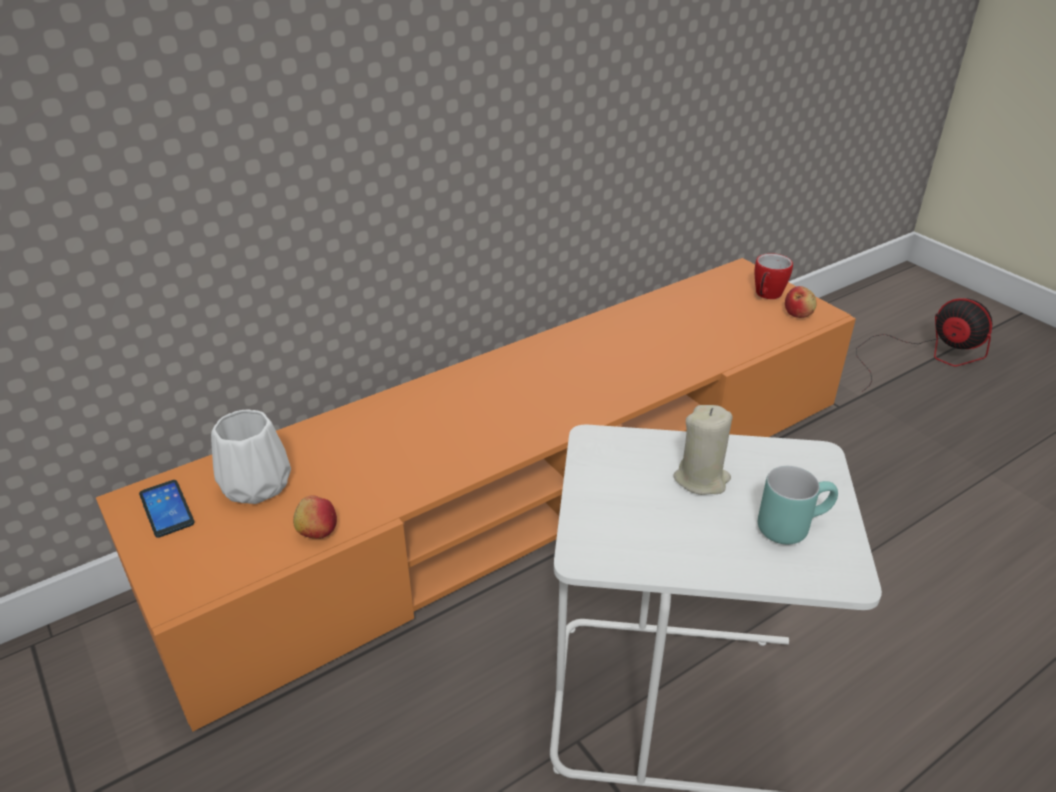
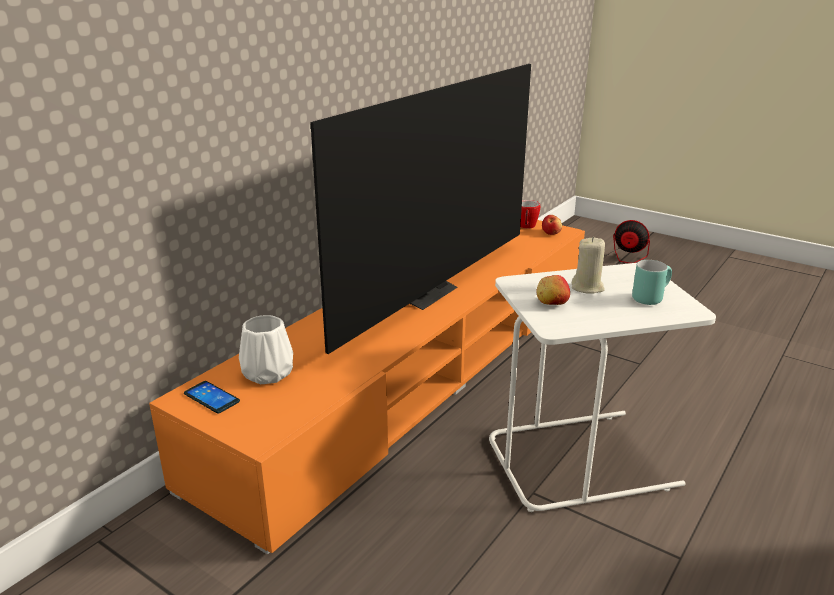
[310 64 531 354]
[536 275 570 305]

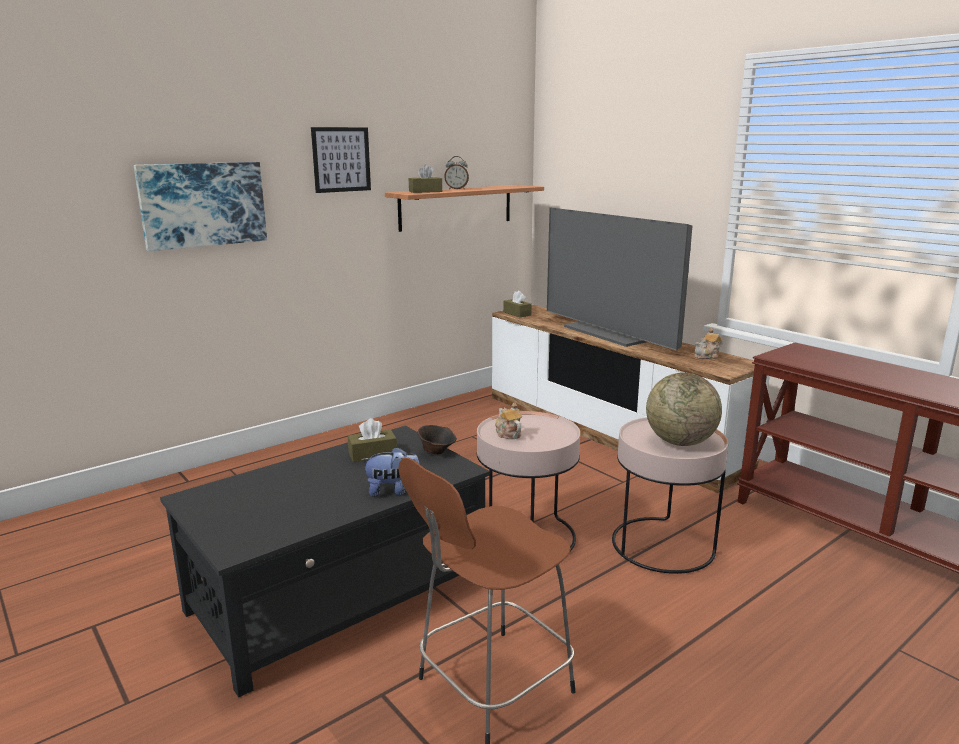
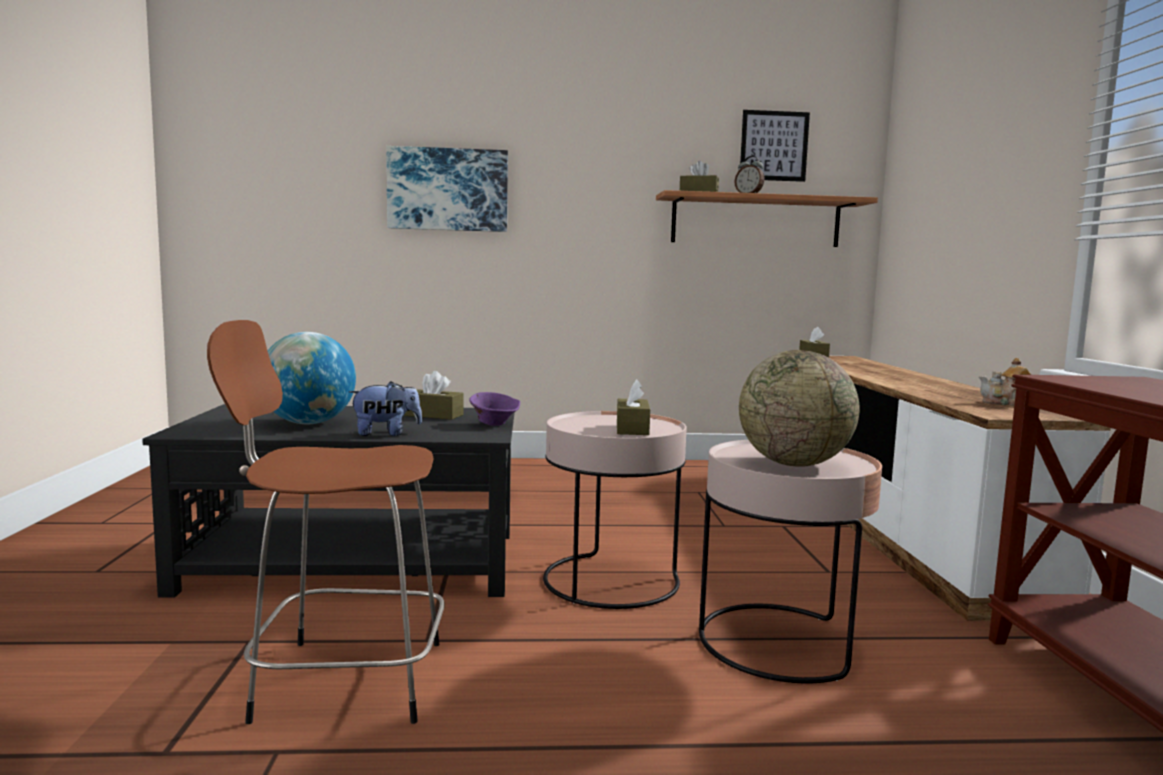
[495 402 522 439] (first image)
[547 207 693 350] (first image)
[268 332 356 424]
[617 379 650 435]
[740 110 810 182]
[469 392 520 426]
[349 381 422 436]

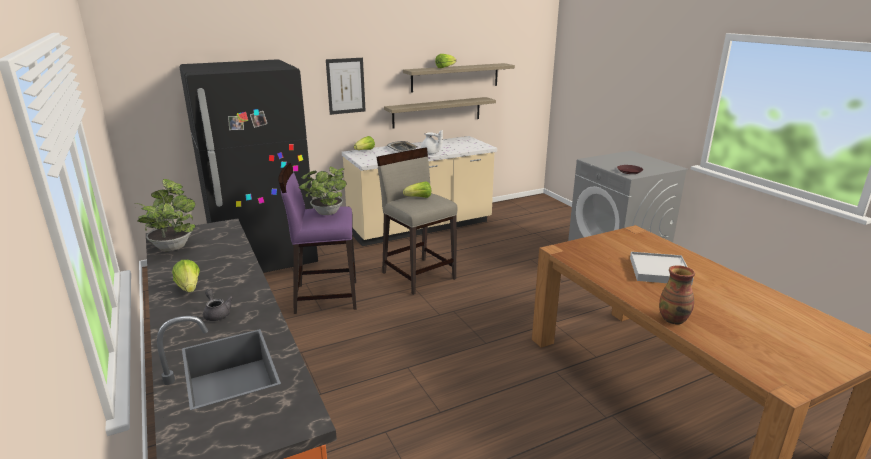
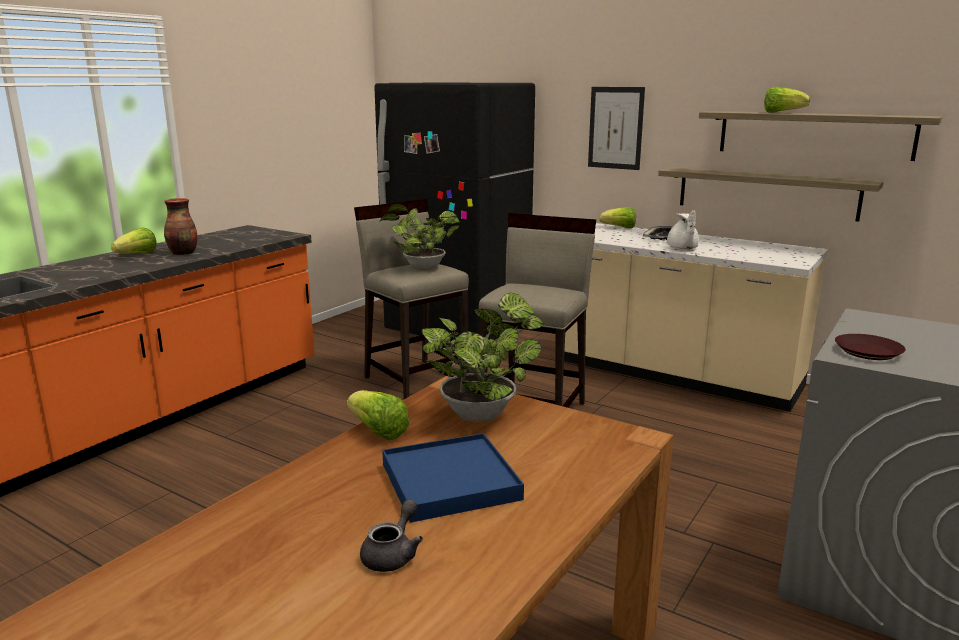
[422 293 543 422]
[360 499 423 572]
[347 390 409 441]
[164 198 197 255]
[354 199 469 399]
[382 433 524 523]

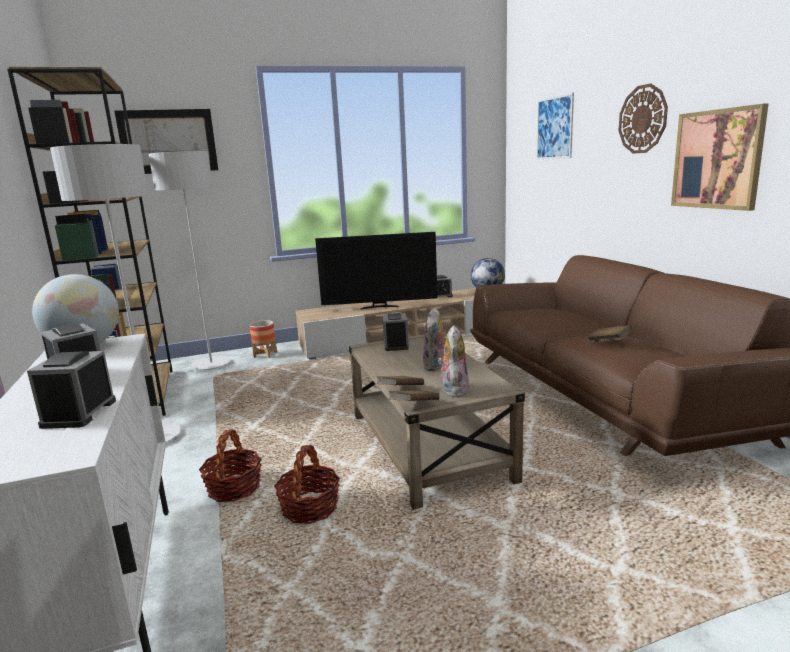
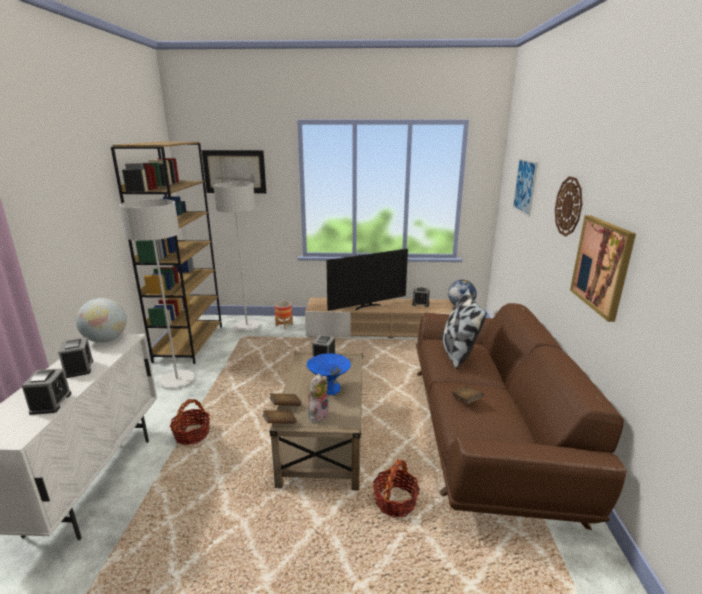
[442 288 487 369]
[373 460 420 517]
[307 353 351 395]
[21 368 71 415]
[326 249 408 311]

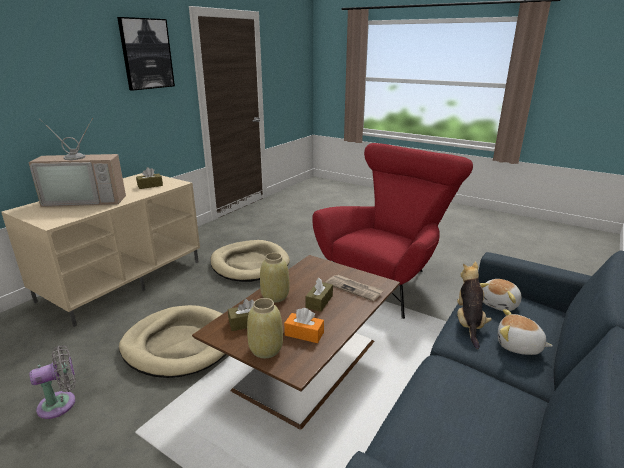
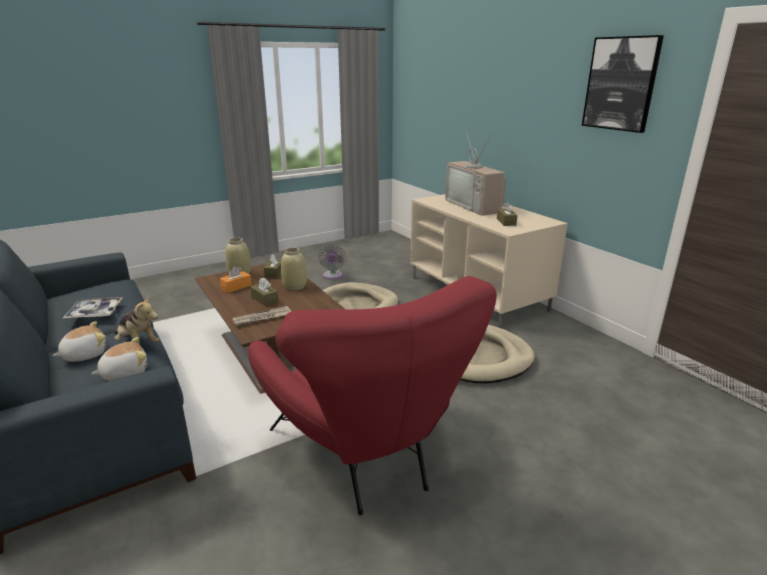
[63 297 123 318]
[445 130 506 216]
[91 337 147 381]

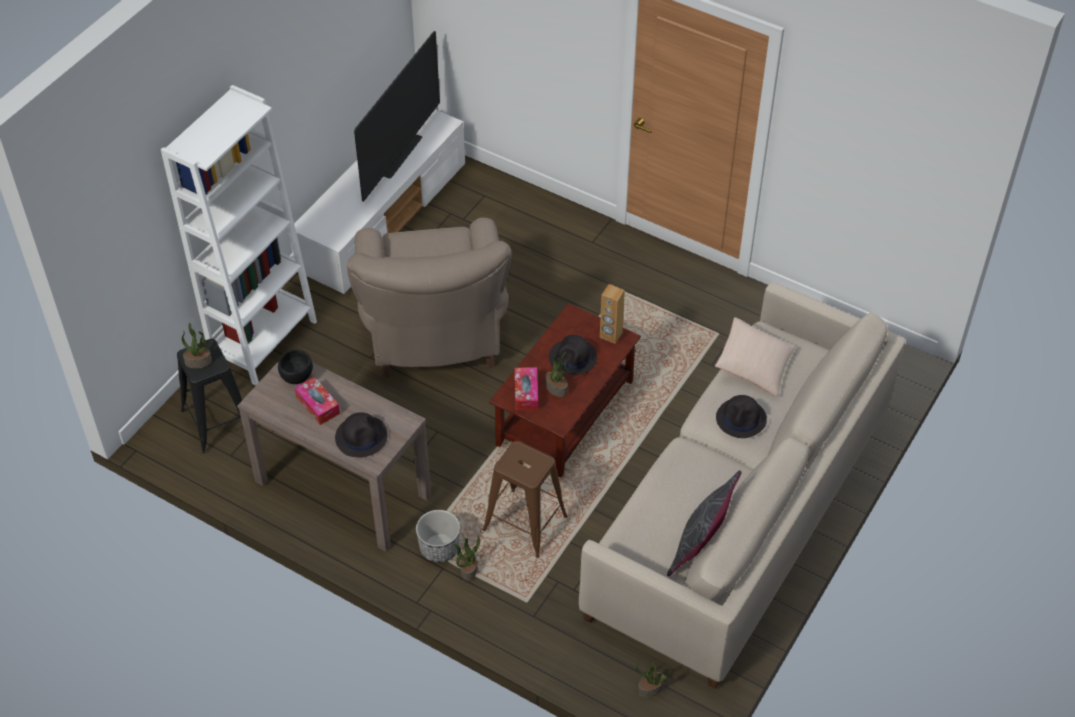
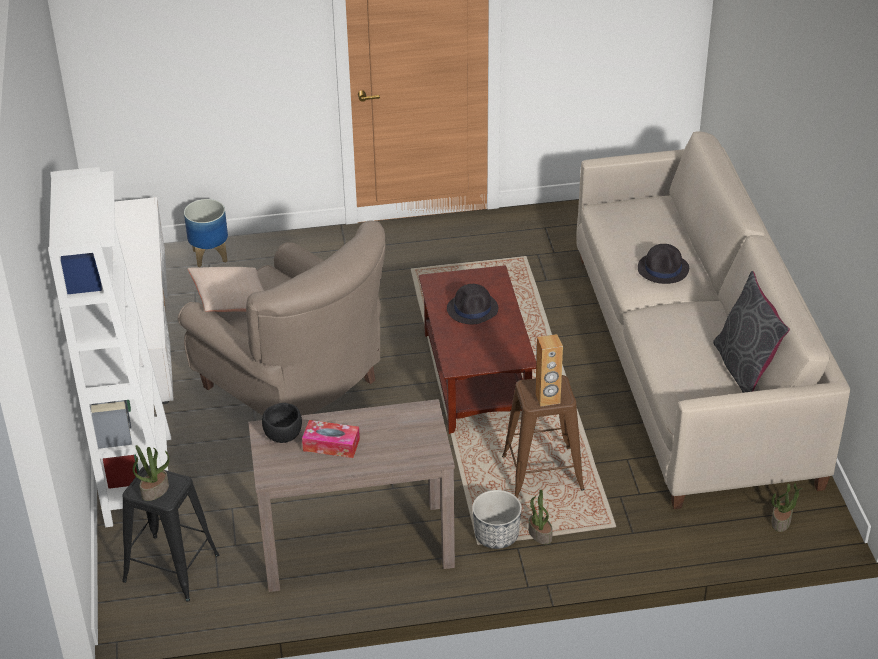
[335 412 388 457] (first image)
[354 31 440 202] (first image)
[515 367 538 410] (first image)
[545 352 568 397] (first image)
[184 199 228 267]
[535 334 563 407]
[188 267 264 312]

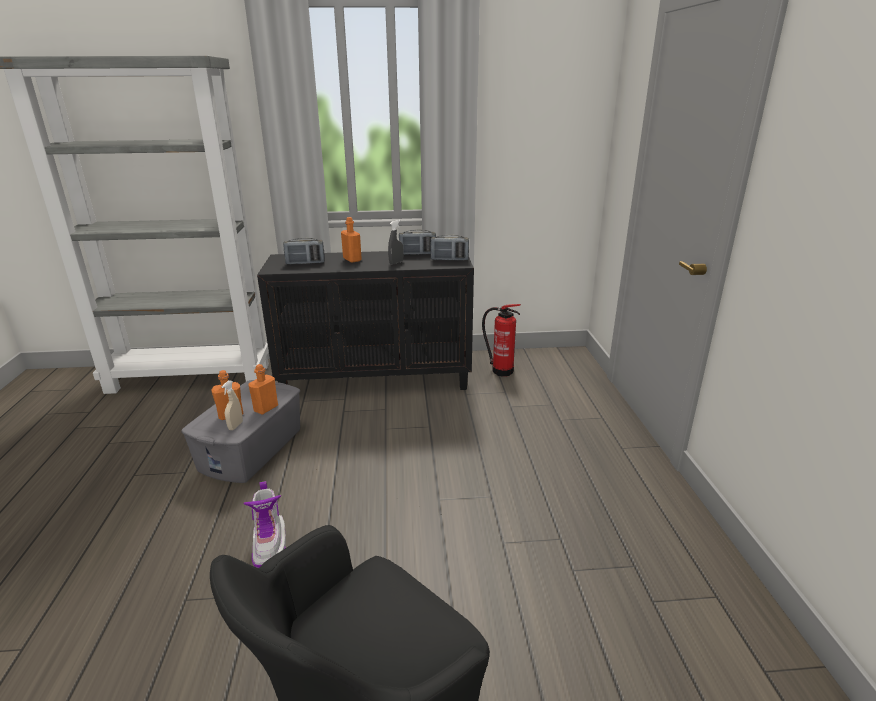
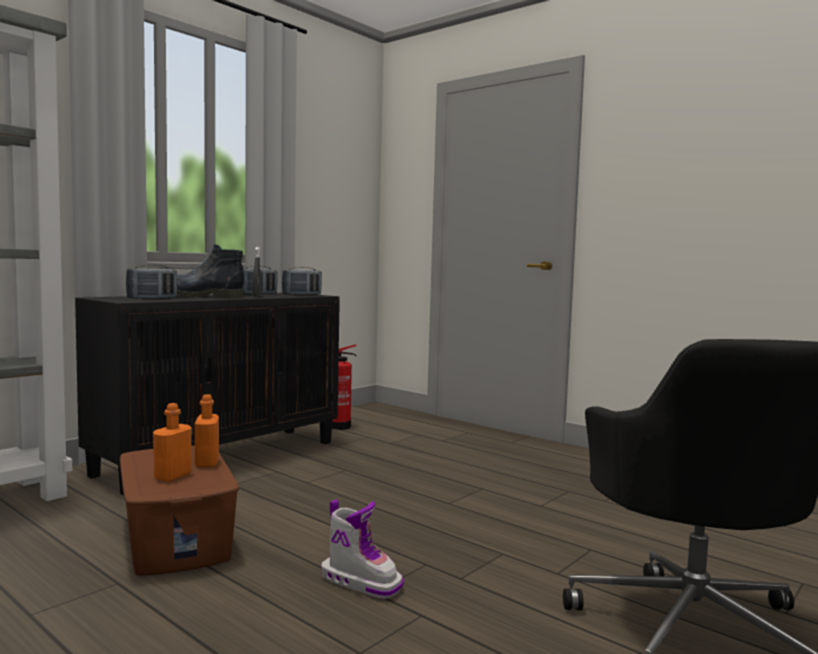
[222 380 243 430] (first image)
[177 245 244 298]
[120 445 239 576]

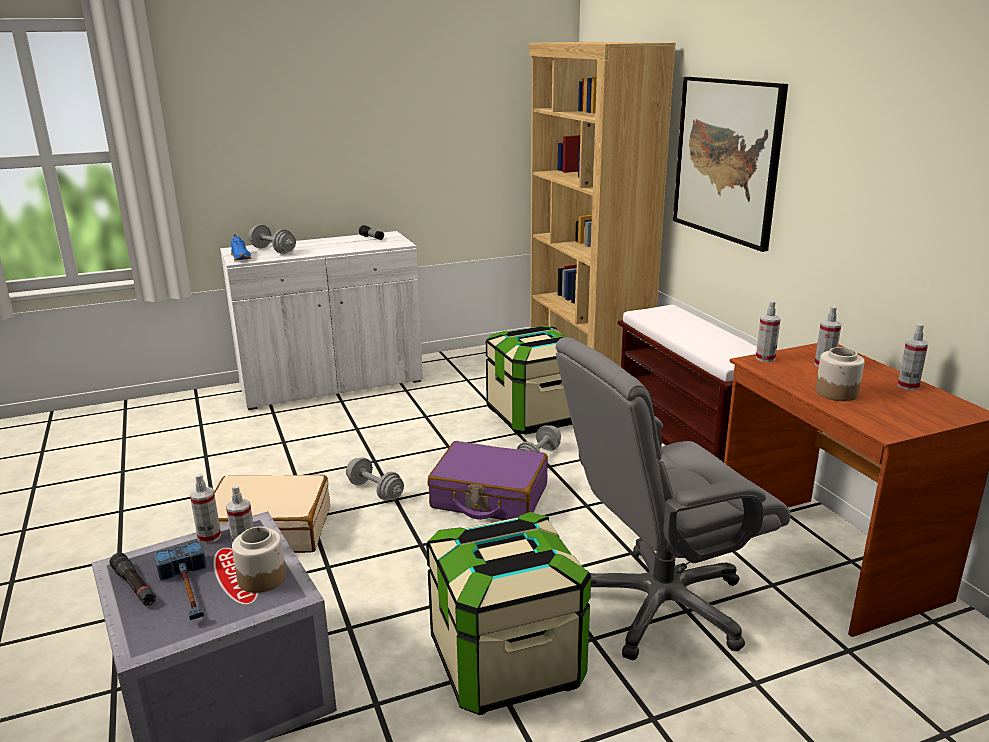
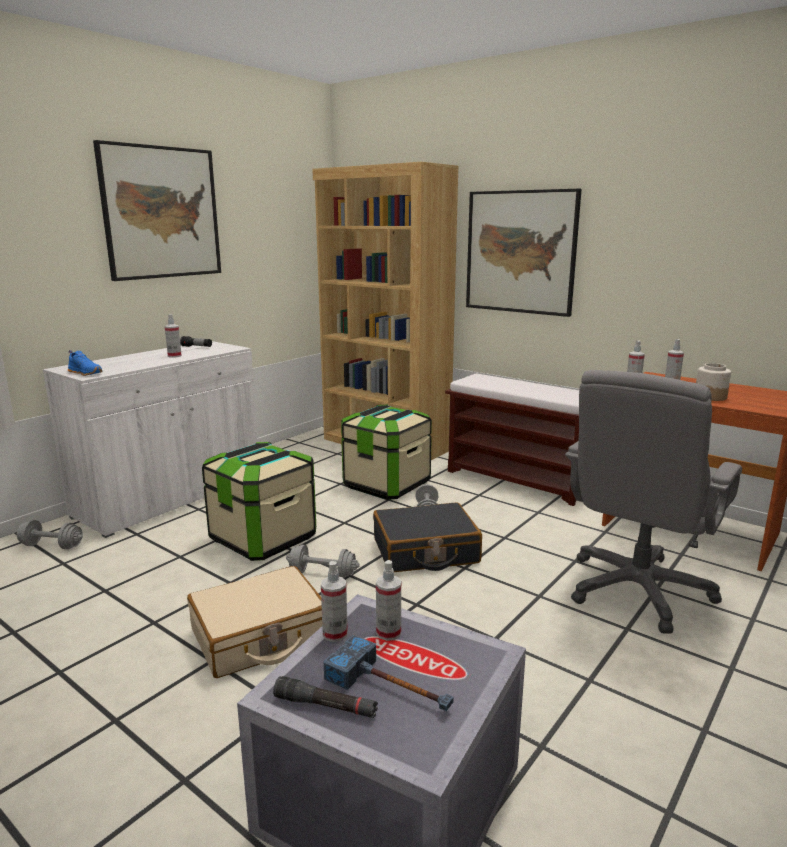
[232 527 286 593] (first image)
[93 140 221 281]
[17 520 83 549]
[202 442 316 561]
[165 314 182 358]
[373 502 482 572]

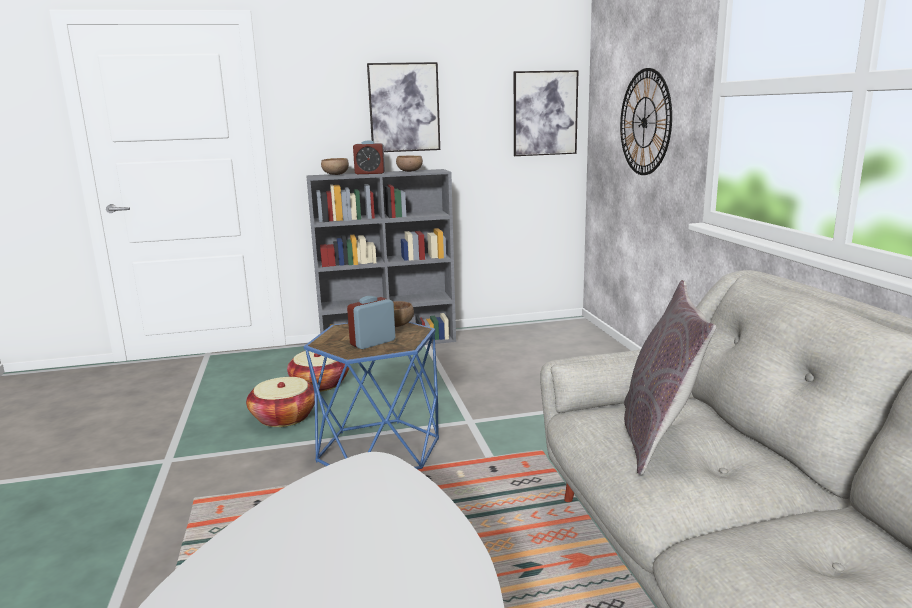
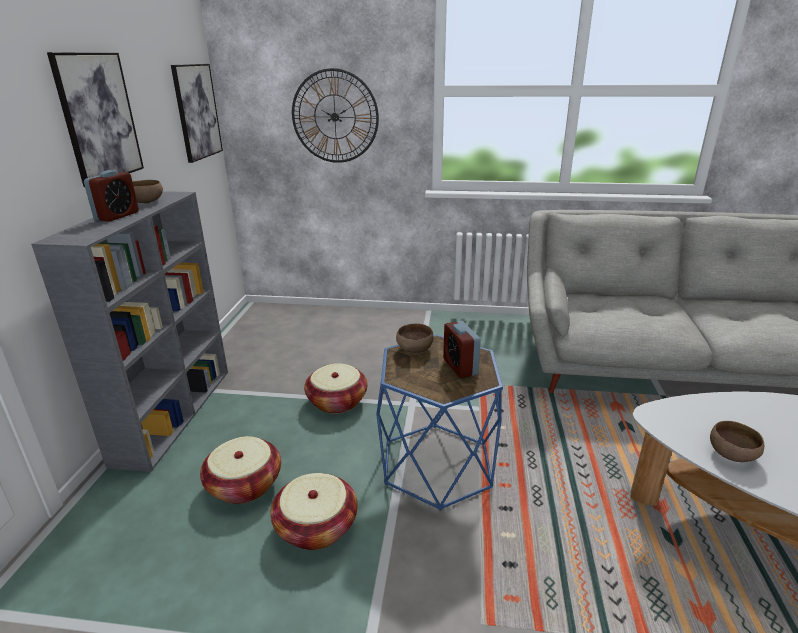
[624 280 716 475] (first image)
[304 363 368 414]
[710 421 764 462]

